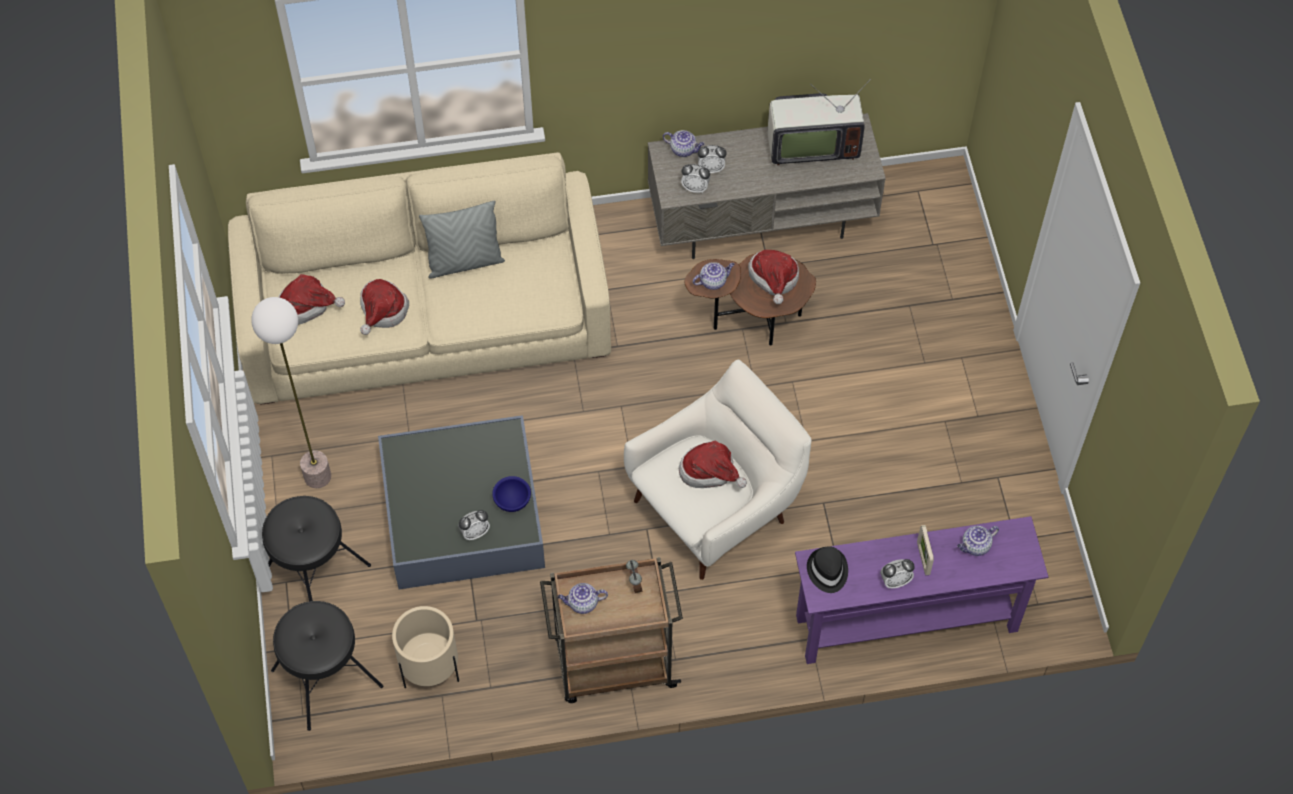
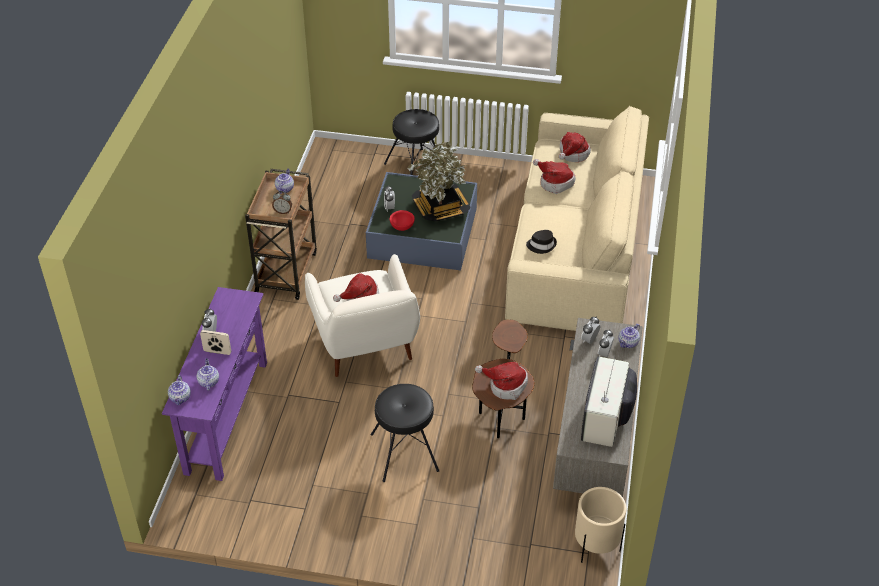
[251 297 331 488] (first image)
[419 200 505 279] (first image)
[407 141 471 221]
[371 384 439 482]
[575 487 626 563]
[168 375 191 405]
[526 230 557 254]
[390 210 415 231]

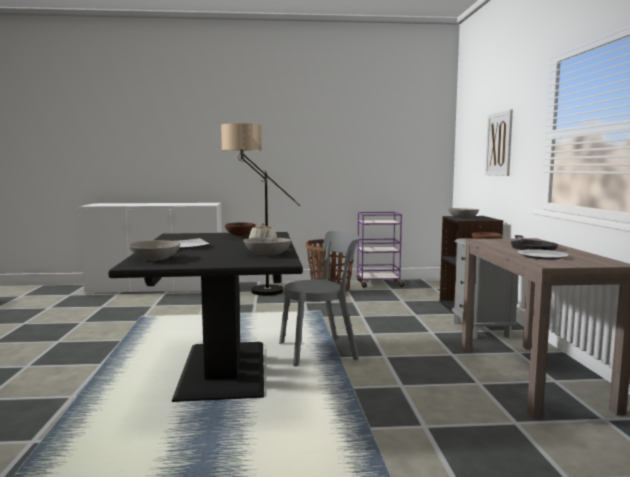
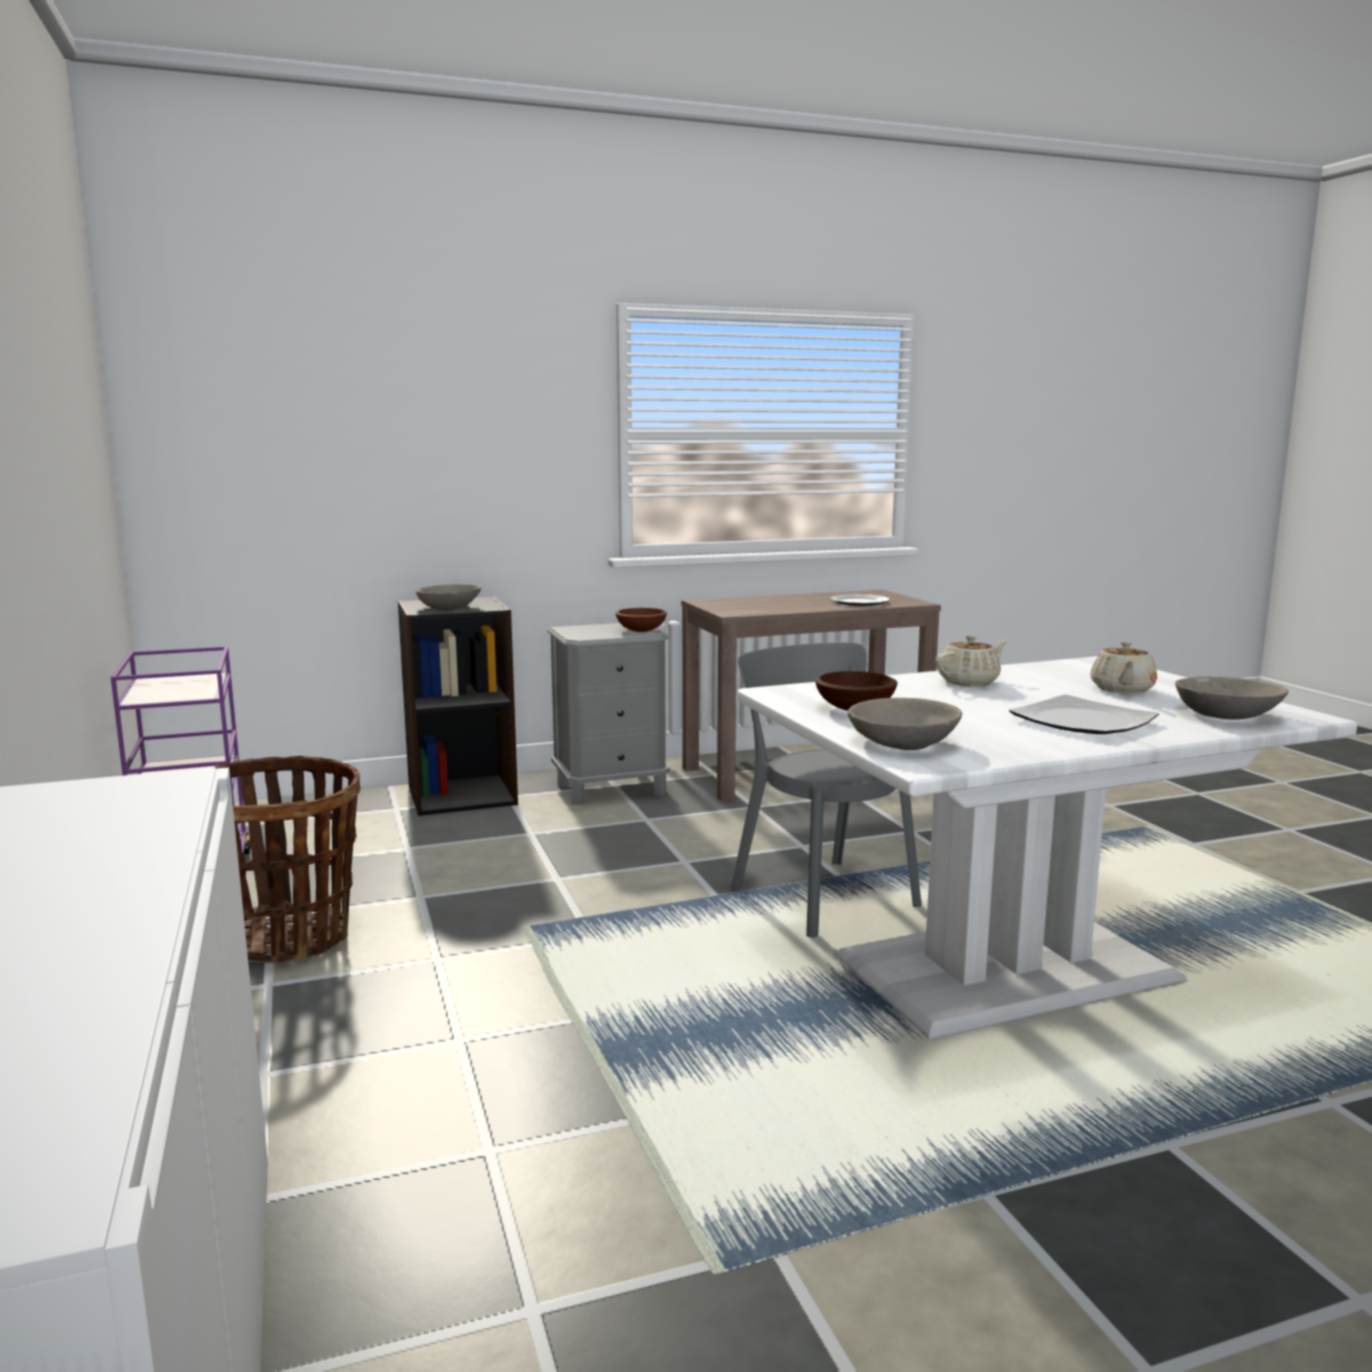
[221 123 301 296] (first image)
[485 109 513 176] (first image)
[511 235 558 251] (first image)
[1090 641 1157 694]
[847 698 962 750]
[737 656 1357 1039]

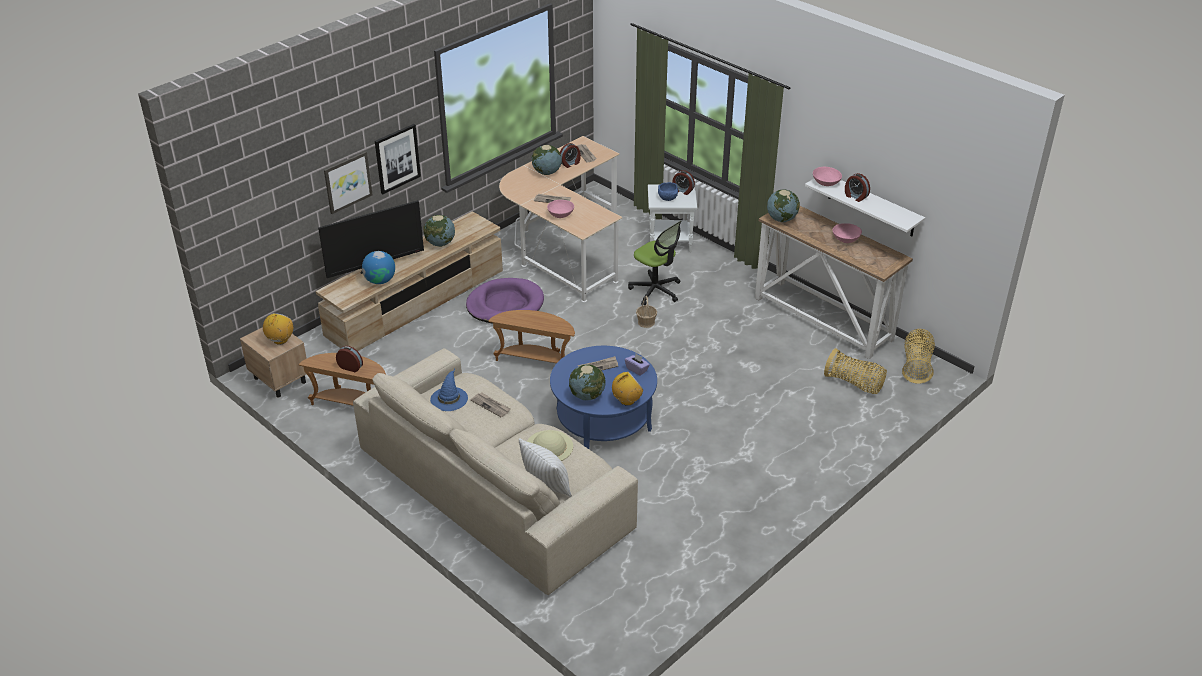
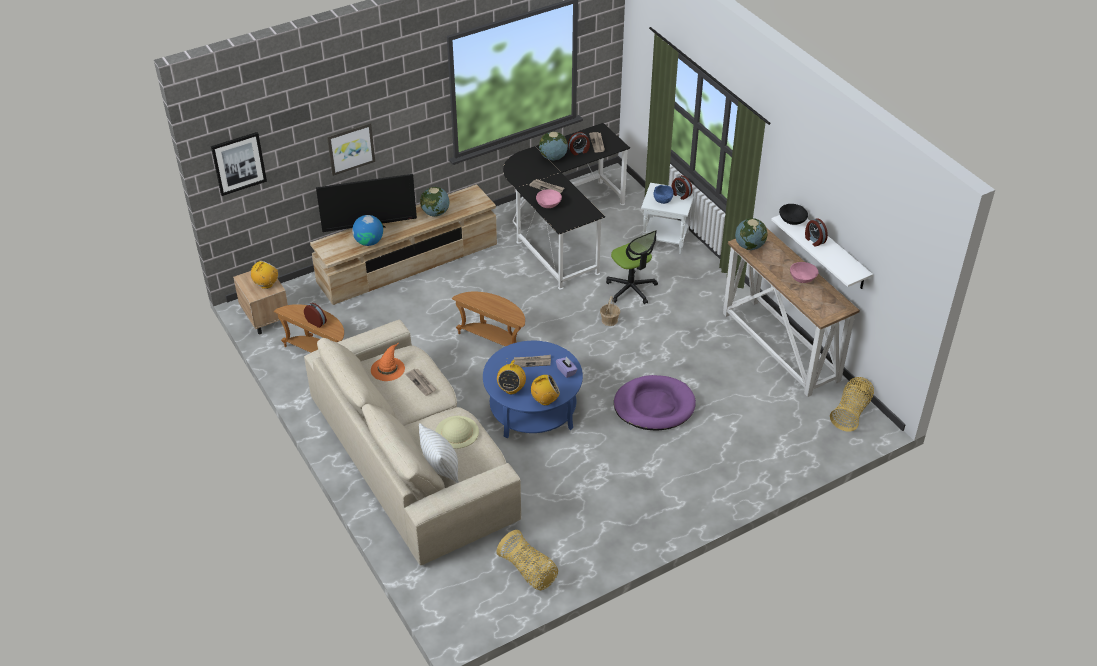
[211 132 267 196]
[614 375 696 430]
[496 530 558 590]
[497 358 526 394]
[371 342 405 381]
[503 123 630 290]
[779 204 808 225]

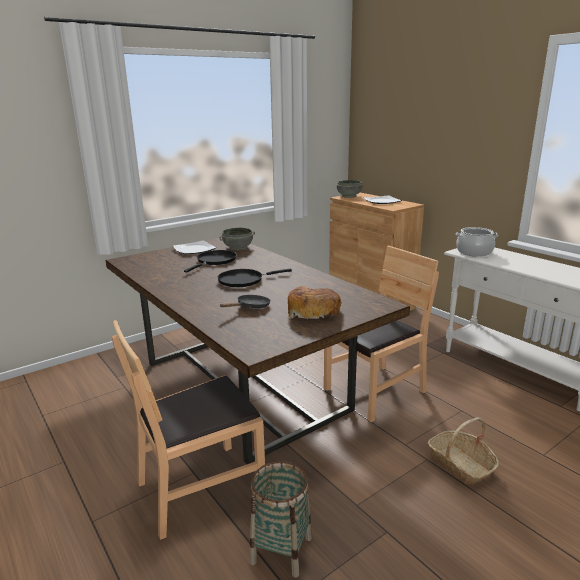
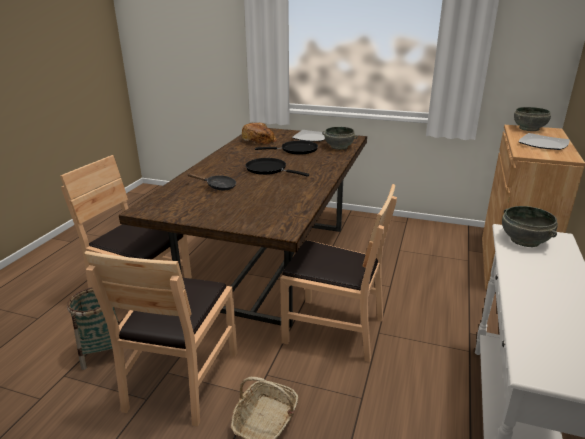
[85 251 238 427]
[242 123 277 145]
[502 206 558 247]

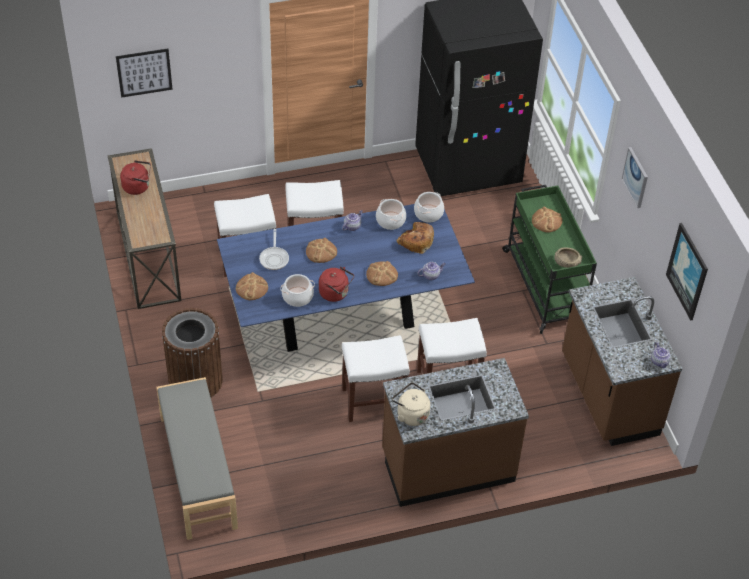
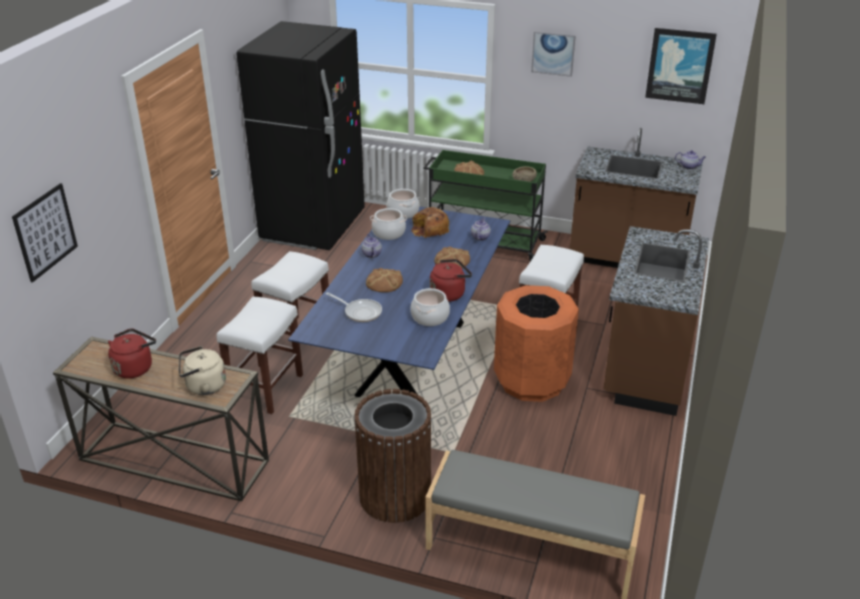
[236 272 268 300] (first image)
[179 346 226 395]
[494 285 579 402]

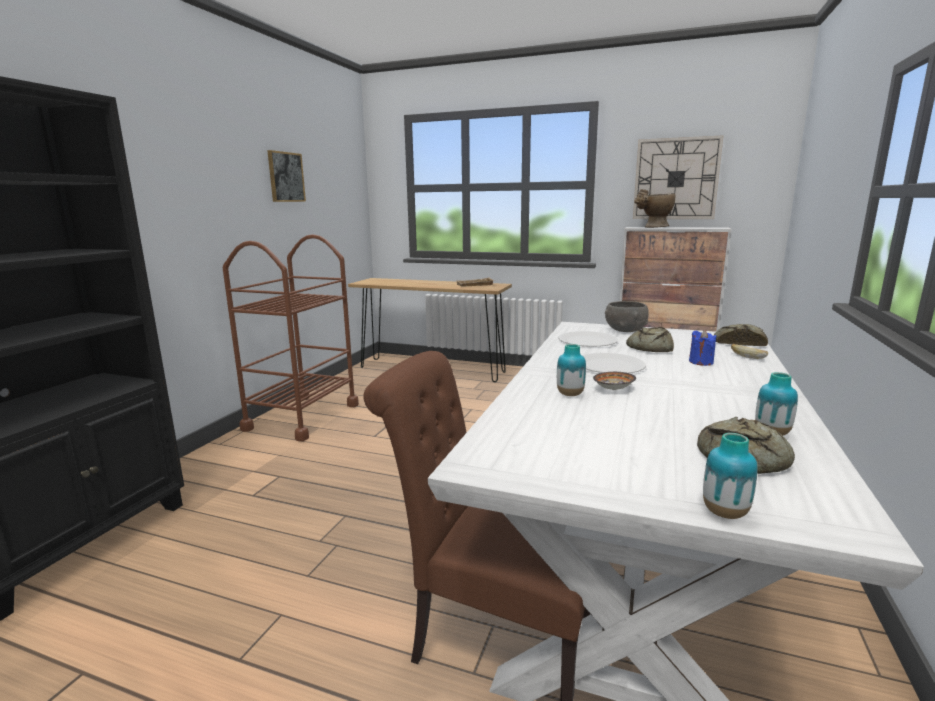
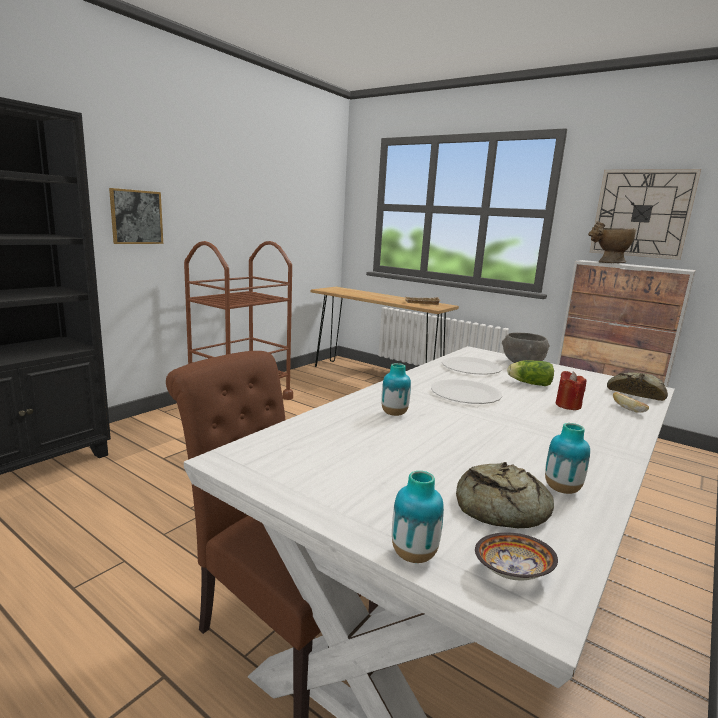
[109 188 163 244]
[475 532 558 580]
[507 360 554 386]
[556 371 586 410]

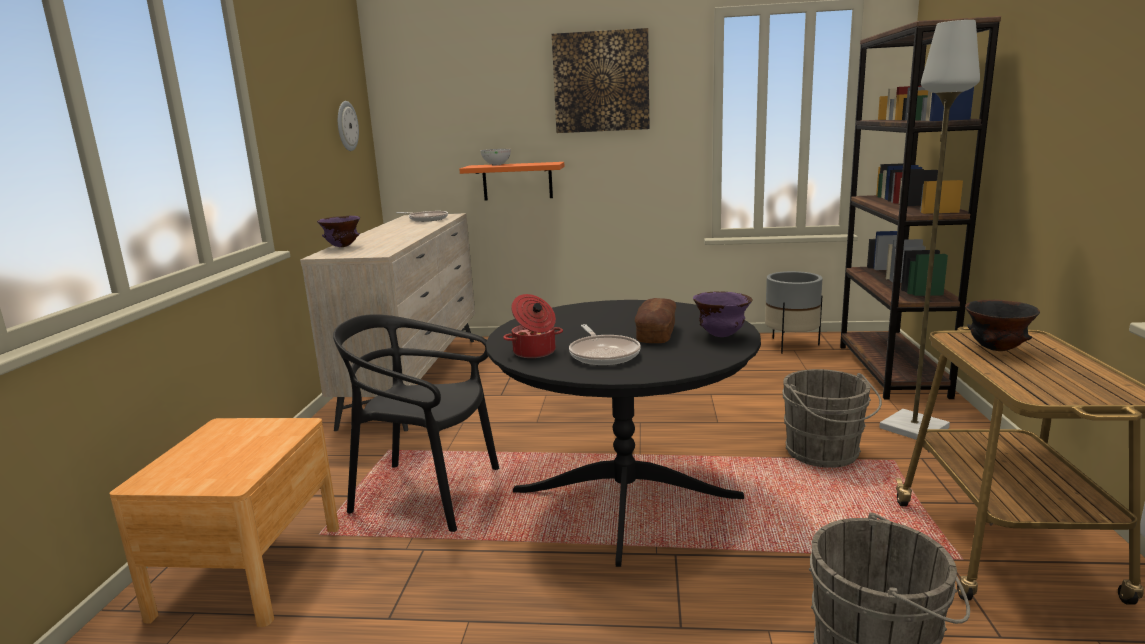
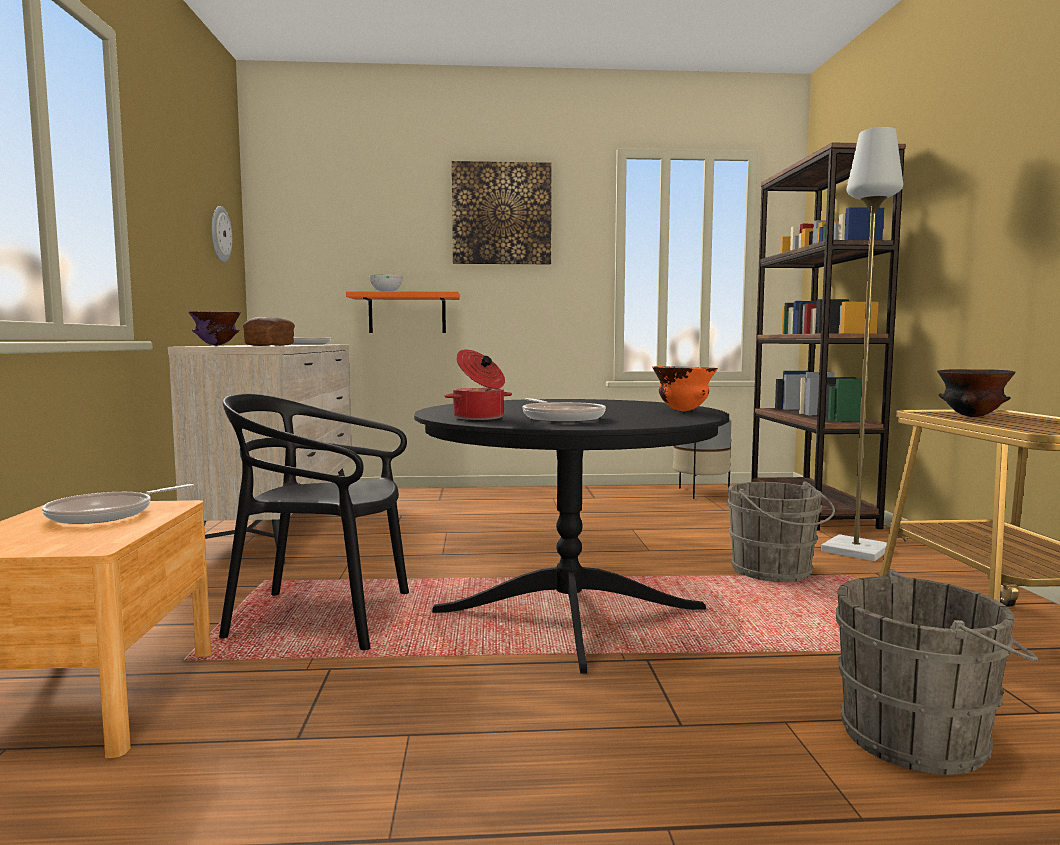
[42 484 194 524]
[243 317 295 346]
[652 366 718 412]

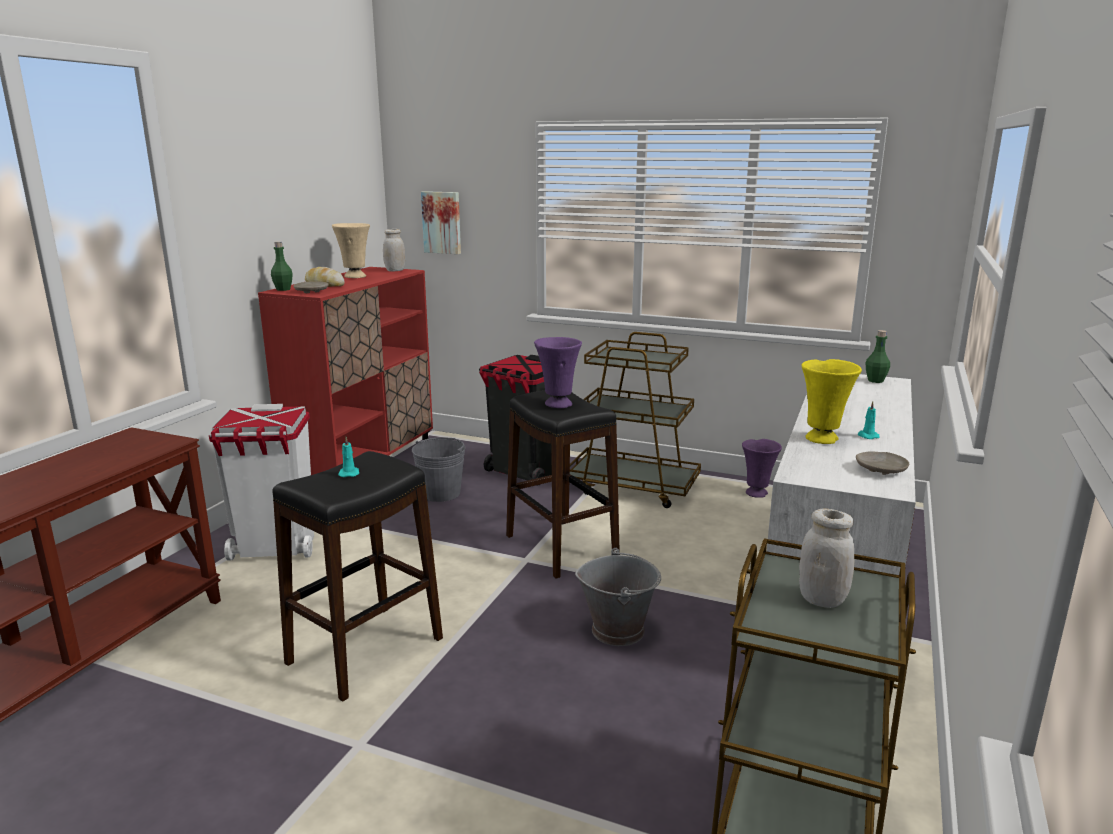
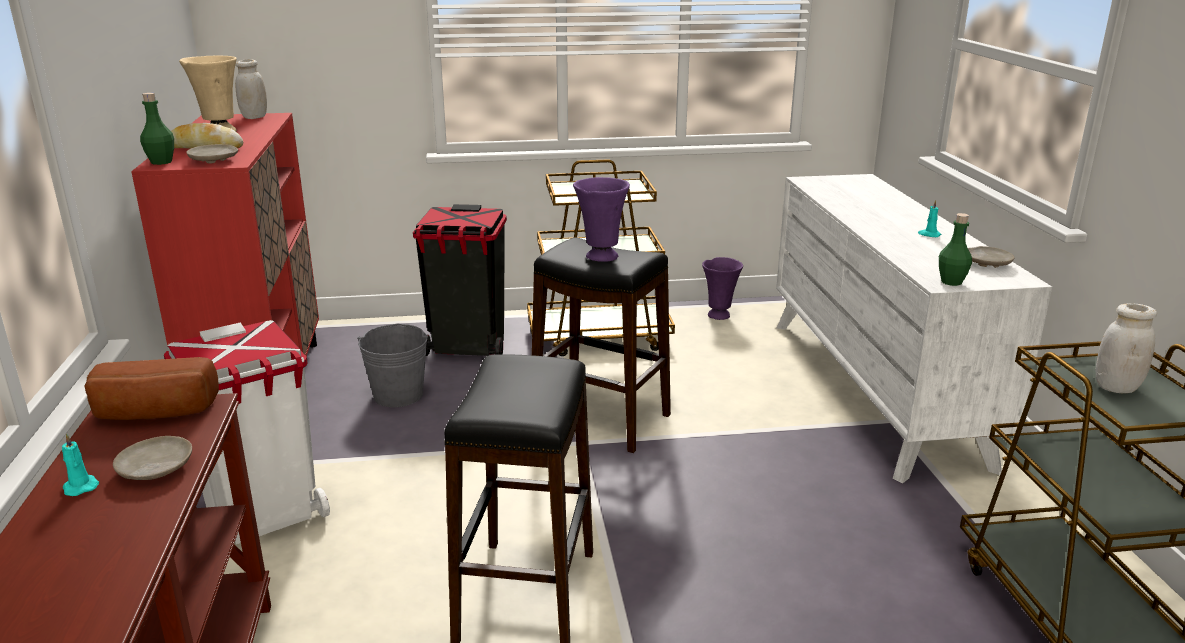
[421 191 461 254] (first image)
[575 548 661 646] (first image)
[802 359 862 444] (first image)
[84 357 219 420]
[113 436 192 480]
[62 433 99 496]
[939 213 972 286]

